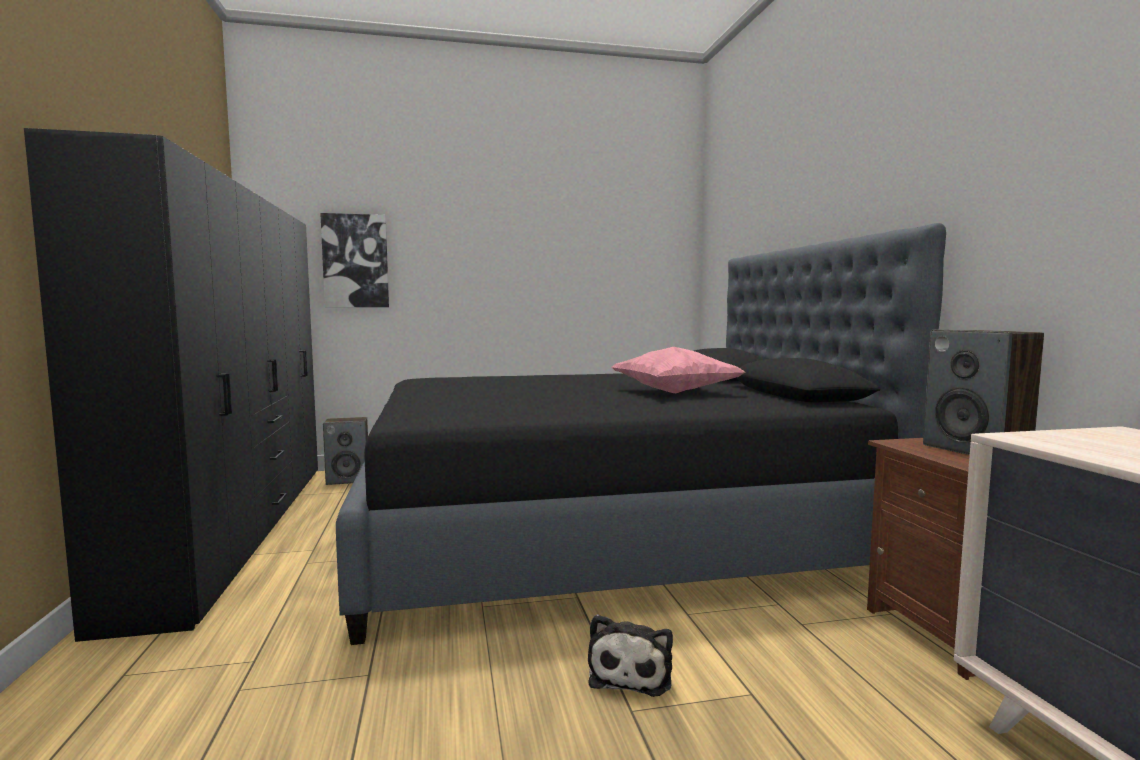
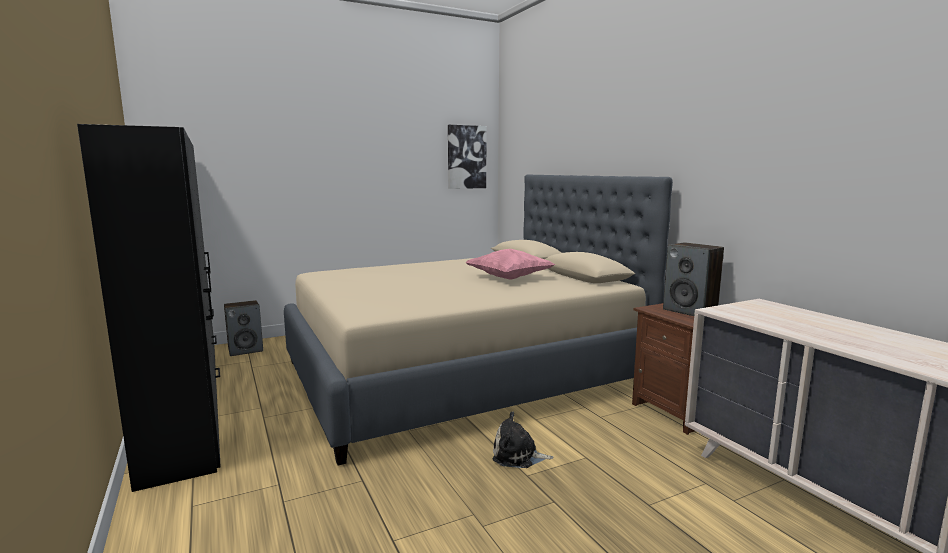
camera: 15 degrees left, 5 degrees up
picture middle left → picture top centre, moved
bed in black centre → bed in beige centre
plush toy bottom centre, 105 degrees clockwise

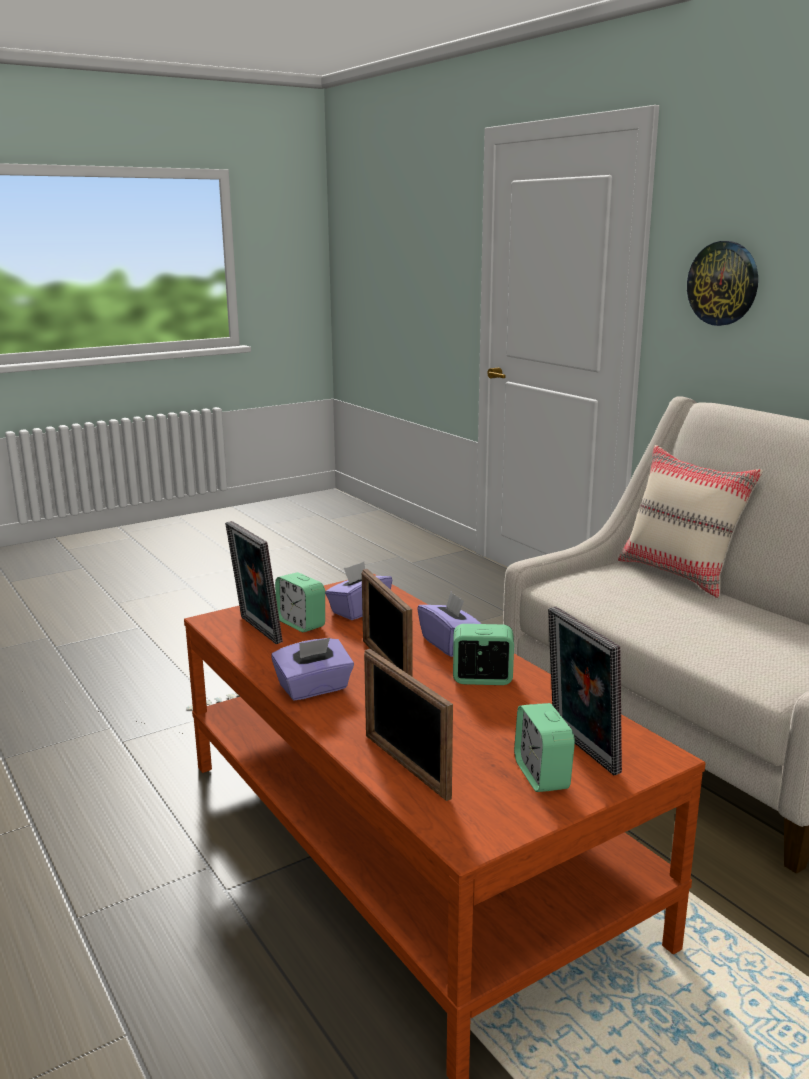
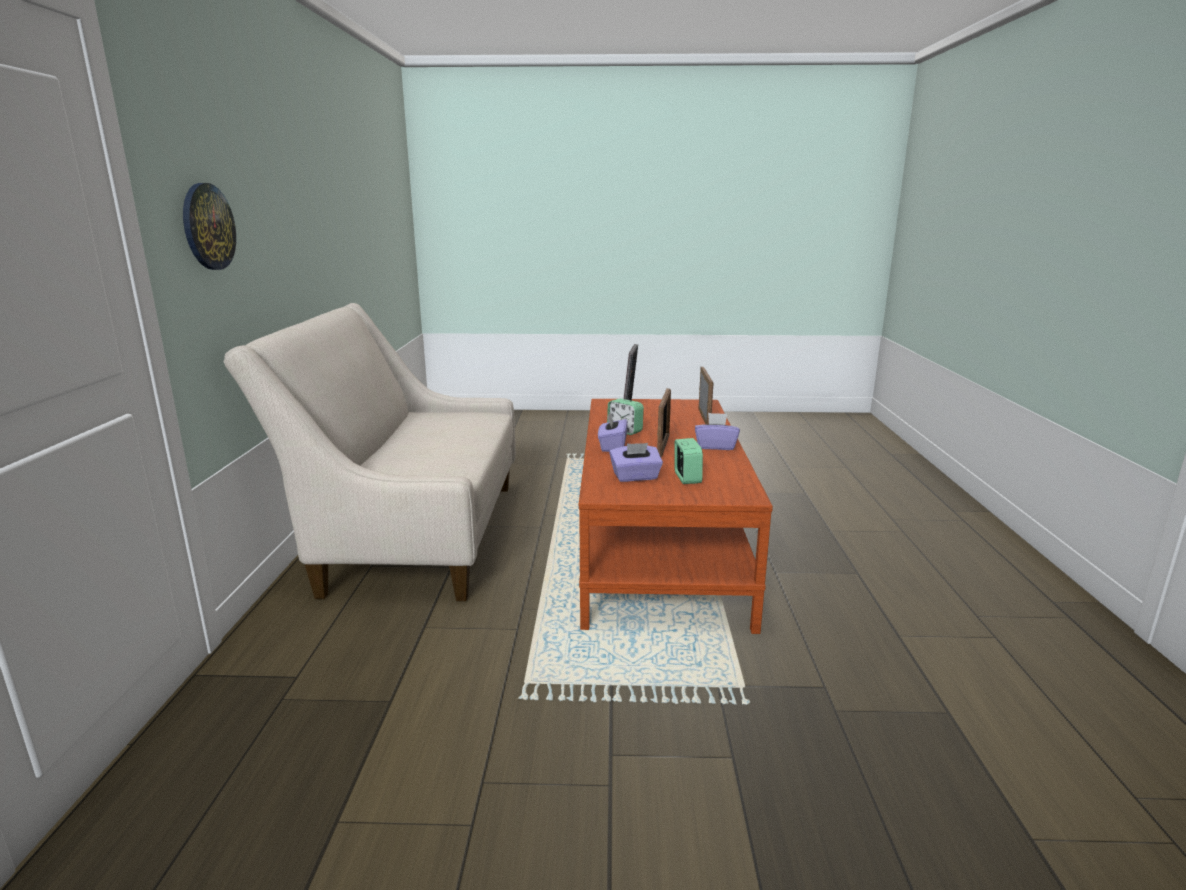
camera: 145 degrees left, 0 degrees up
picture frame (1st from left) middle left → -
alarm clock (3rd from left) bottom right → -
pillow in beige middle right → -

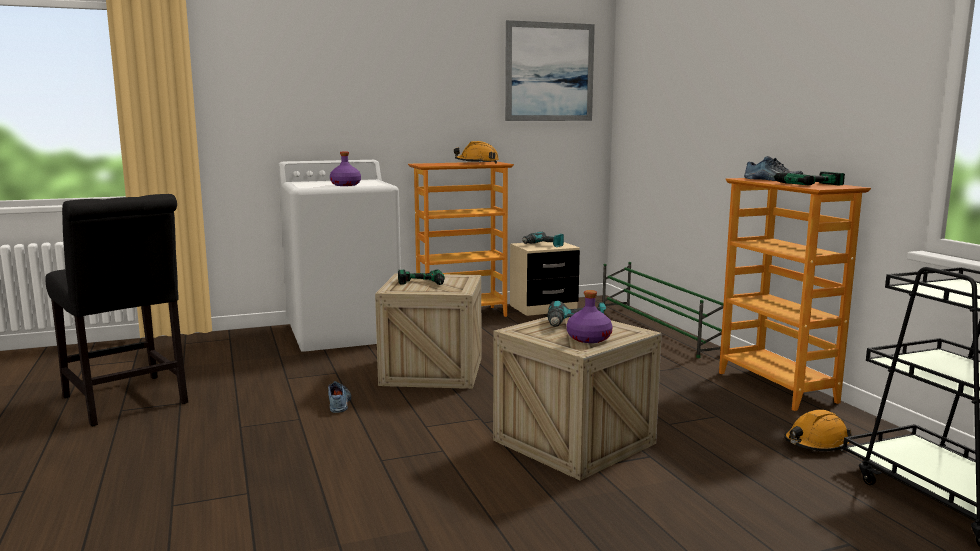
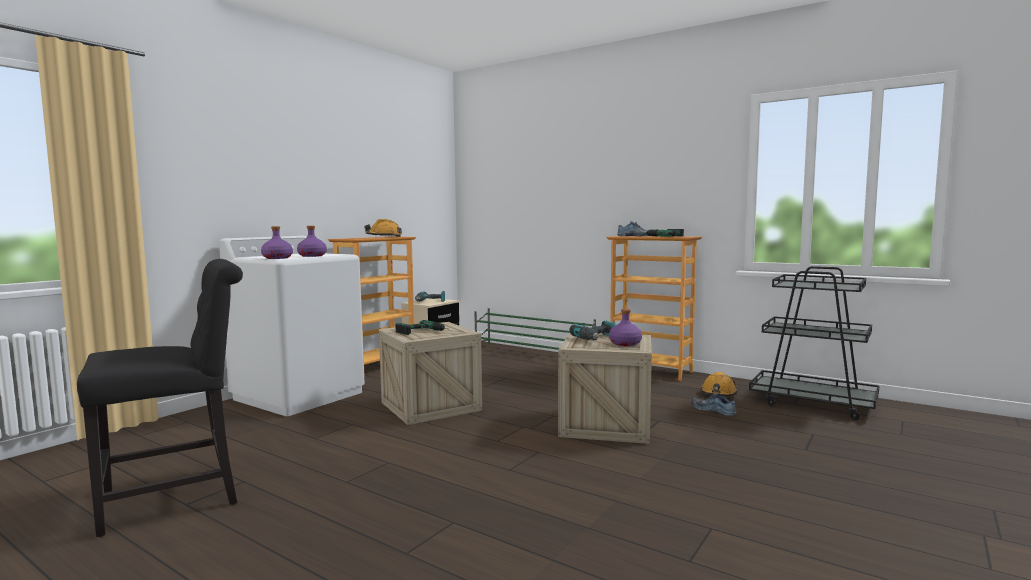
camera: 35 degrees left, 5 degrees down
chair in black middle left → chair in black bottom left, 45 degrees counterclockwise
shoe (1st from left in the first image) bottom centre → shoe (2nd from left) bottom right, moved
picture top centre → -
- → bottle in purple (1st from left) middle left

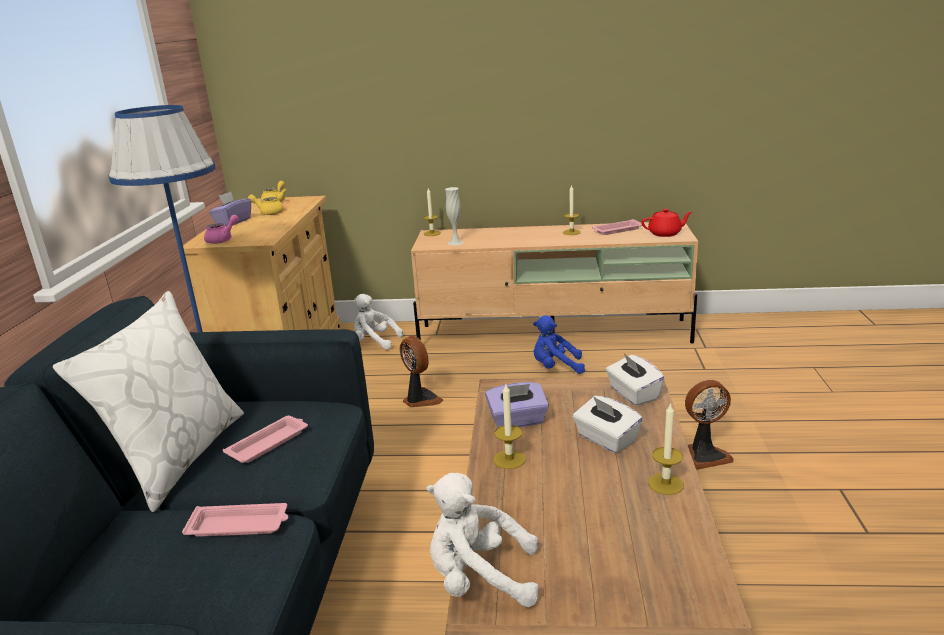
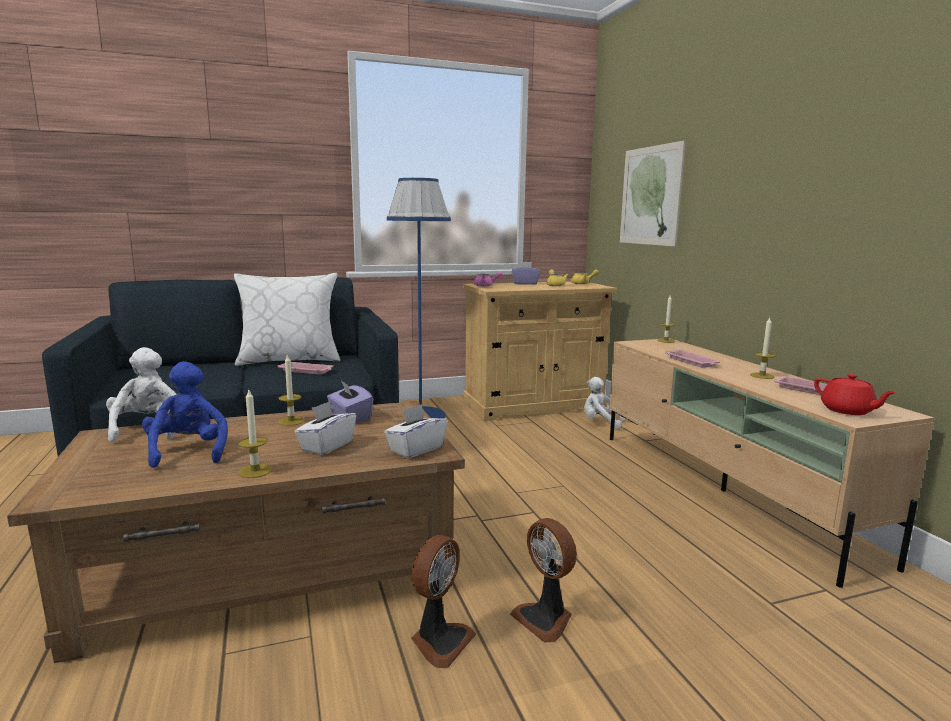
camera: 65 degrees right, 10 degrees down
tray in pink (1st from left in the first image) bottom left → tray in pink (2nd from left) middle right, moved
plush toy in white (1st from left in the first image) centre → plush toy in white (2nd from left) centre, 60 degrees counterclockwise
fan (1st from left) centre → fan (1st from left) bottom centre, moved
vase in white centre → -
plush toy in blue centre → plush toy in blue middle left, moved
- → picture top right

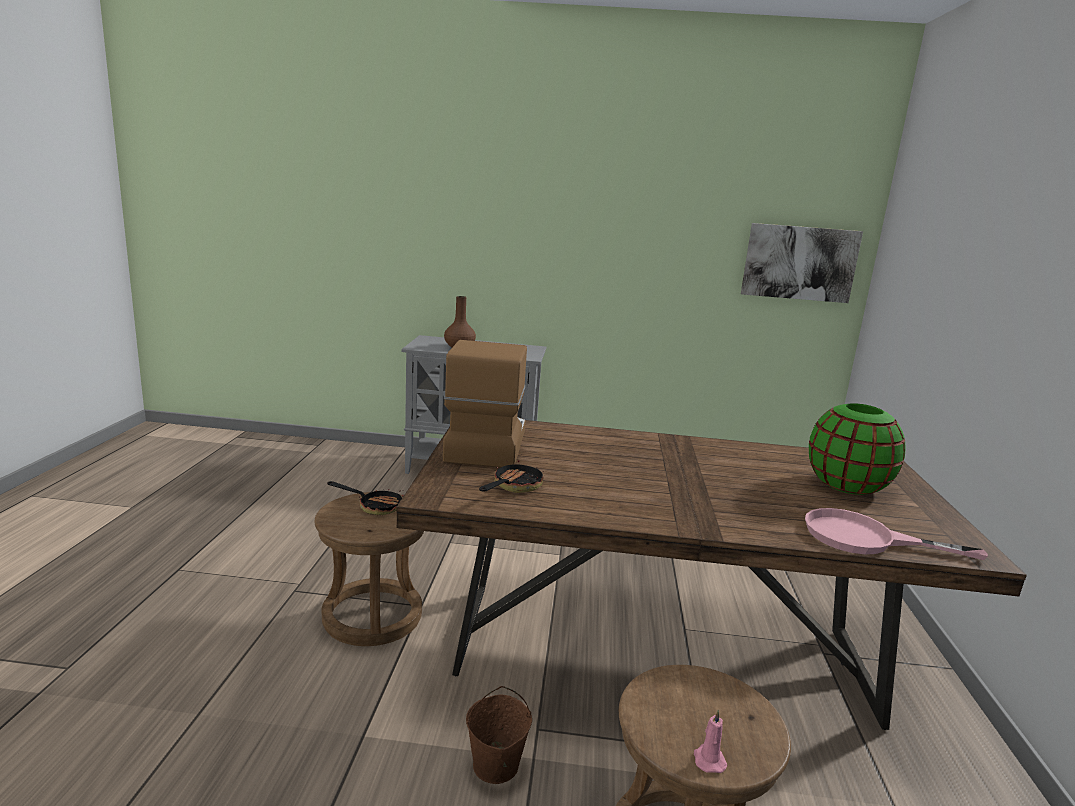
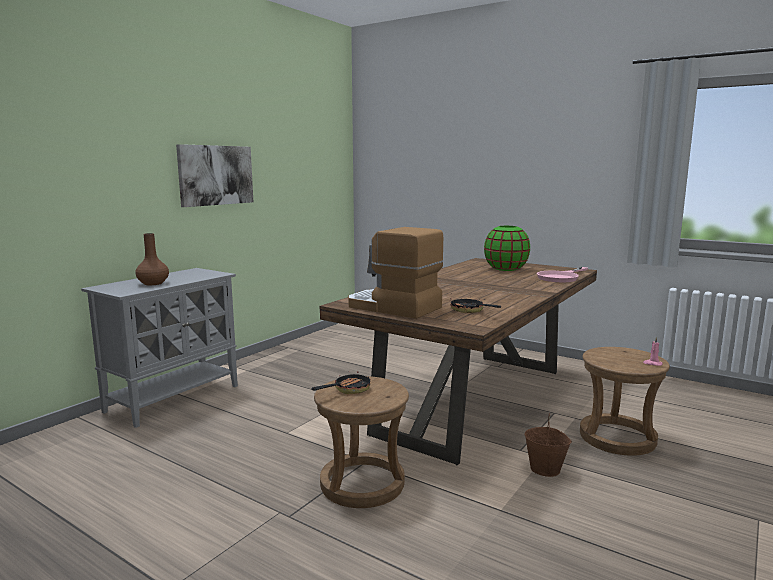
camera: 60 degrees left, 5 degrees down
picture top right → picture top left, moved

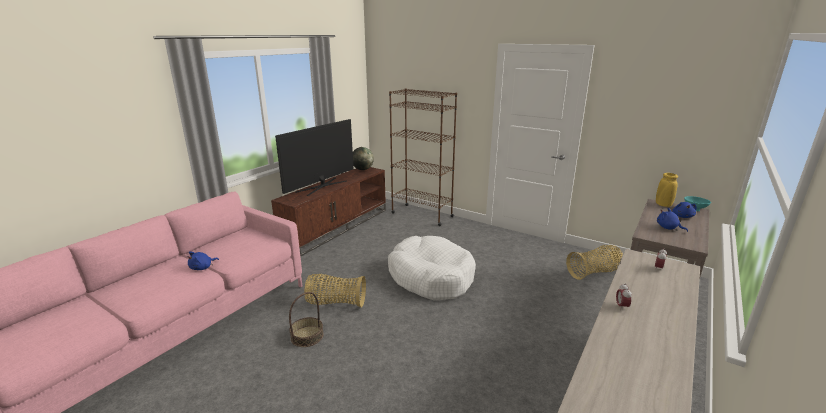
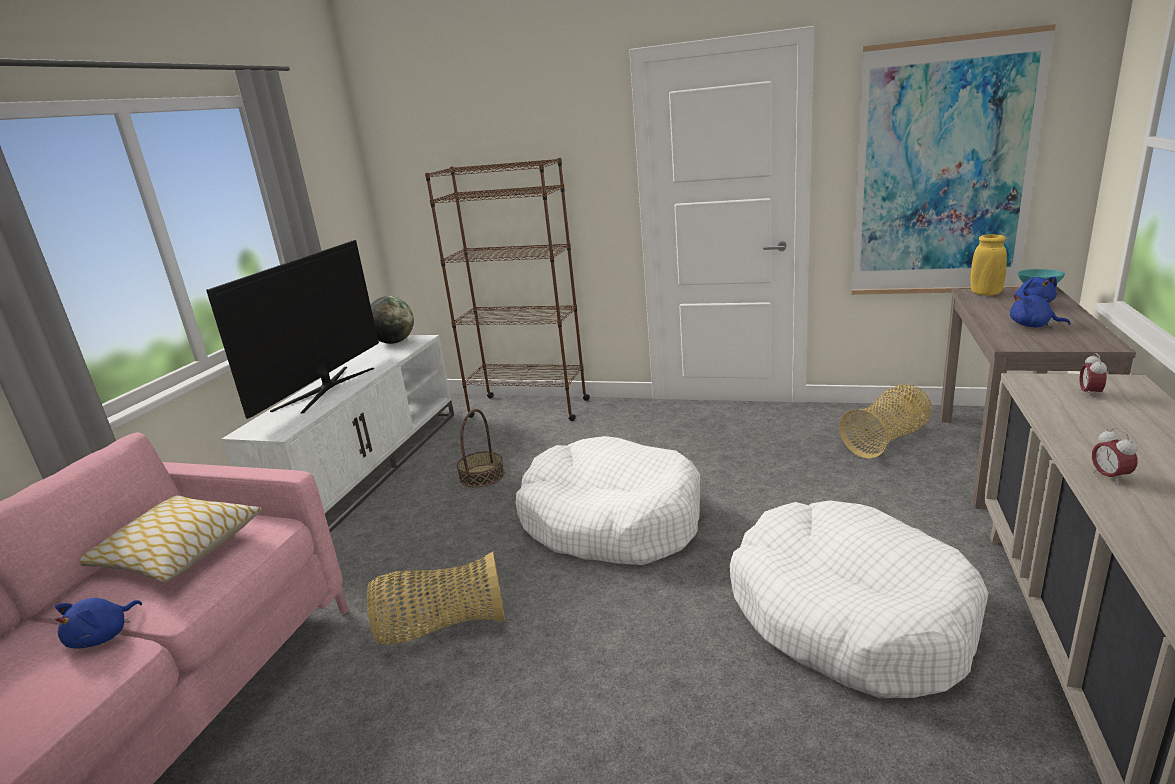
camera: 15 degrees left, 0 degrees up
tv stand in brown centre → tv stand in white middle left
basket (1st from left in the first image) bottom centre → basket (2nd from left) centre, moved
- → pillow bottom left
- → dog bed in white (2nd from left) bottom right
- → picture top right

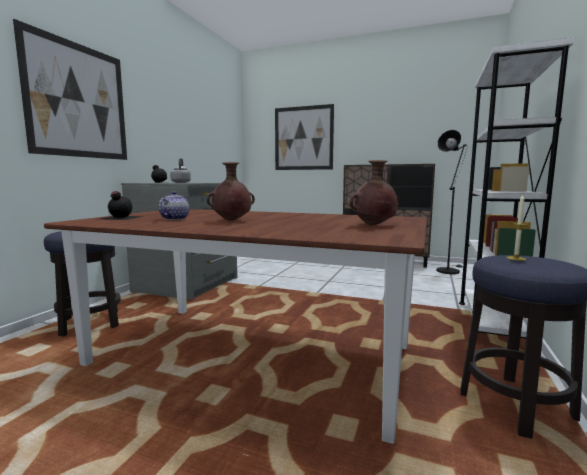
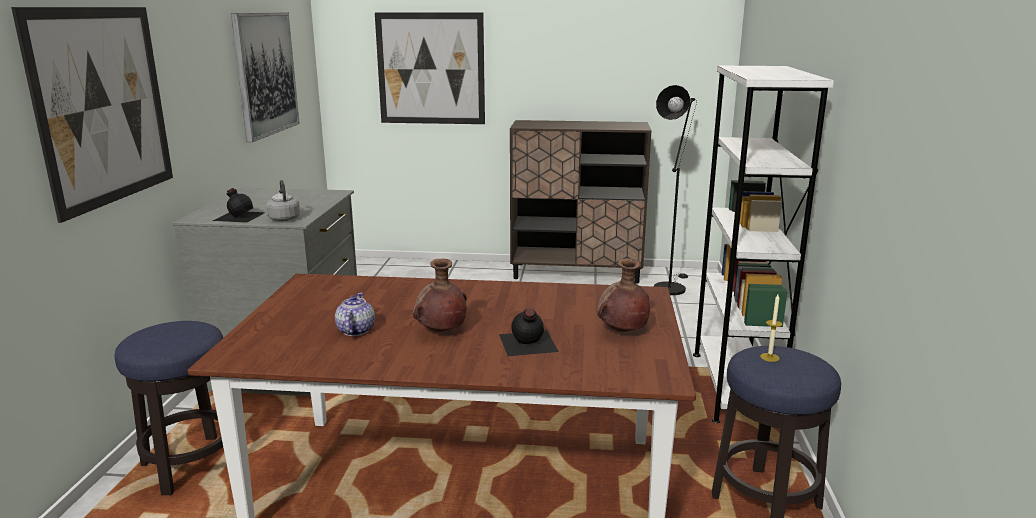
camera: 15 degrees left, 10 degrees up
bottle in black (1st from left in the first image) middle left → bottle in black (2nd from left) centre, moved
- → picture (2nd from left) top left

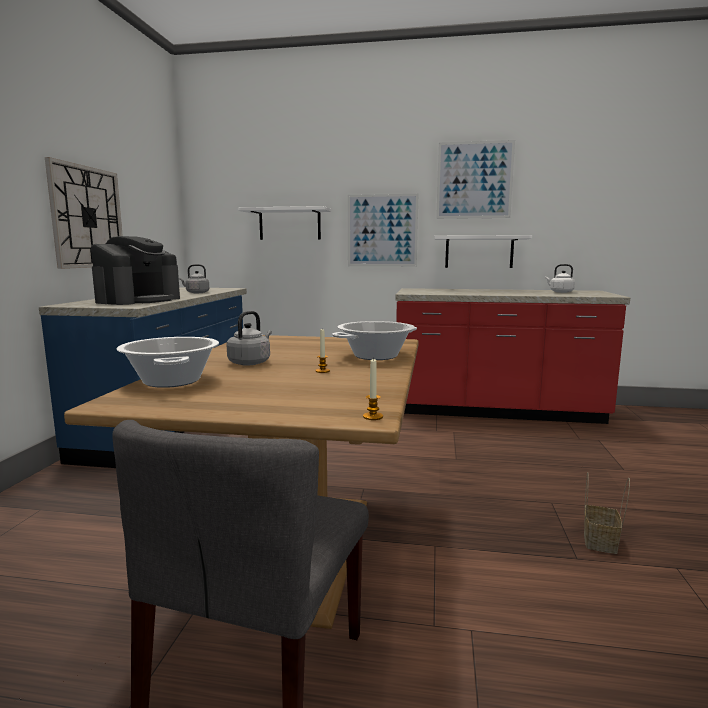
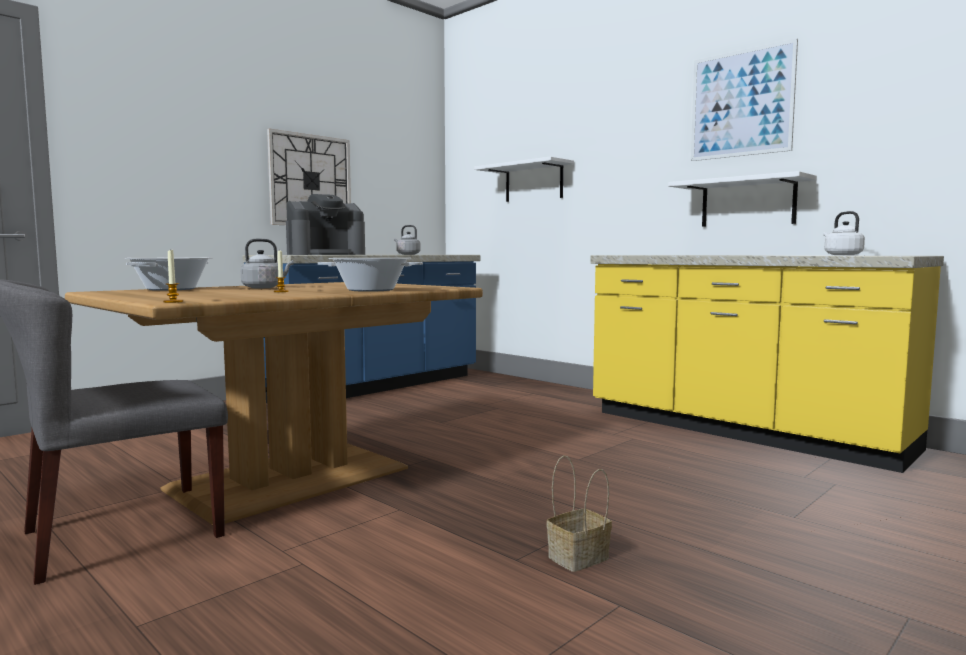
camera: 35 degrees right, 5 degrees down
picture (1st from left) top centre → -
counter in red middle right → counter in yellow middle right

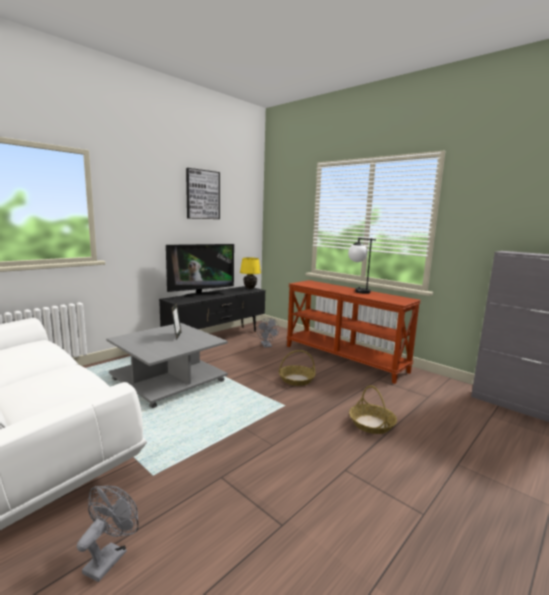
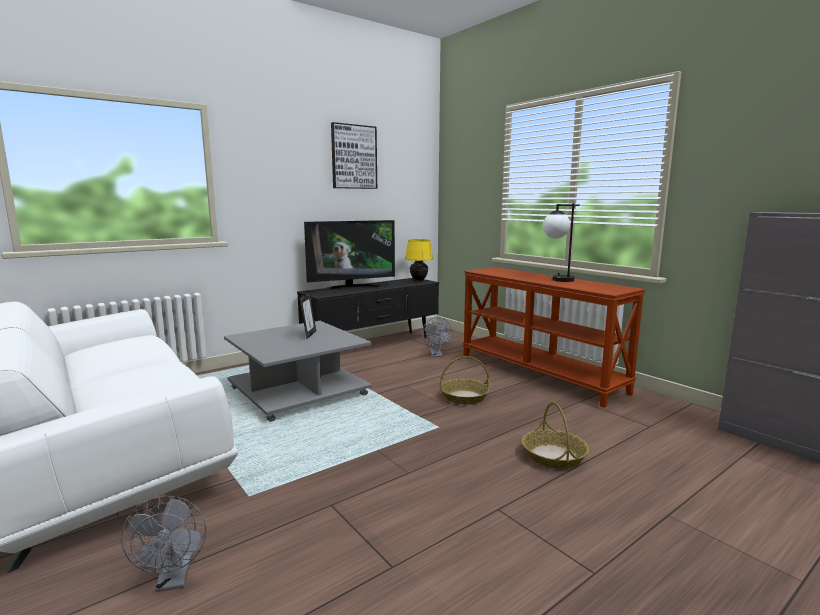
camera: 10 degrees right, 0 degrees up
fan in grey (1st from left) bottom left, 135 degrees clockwise

